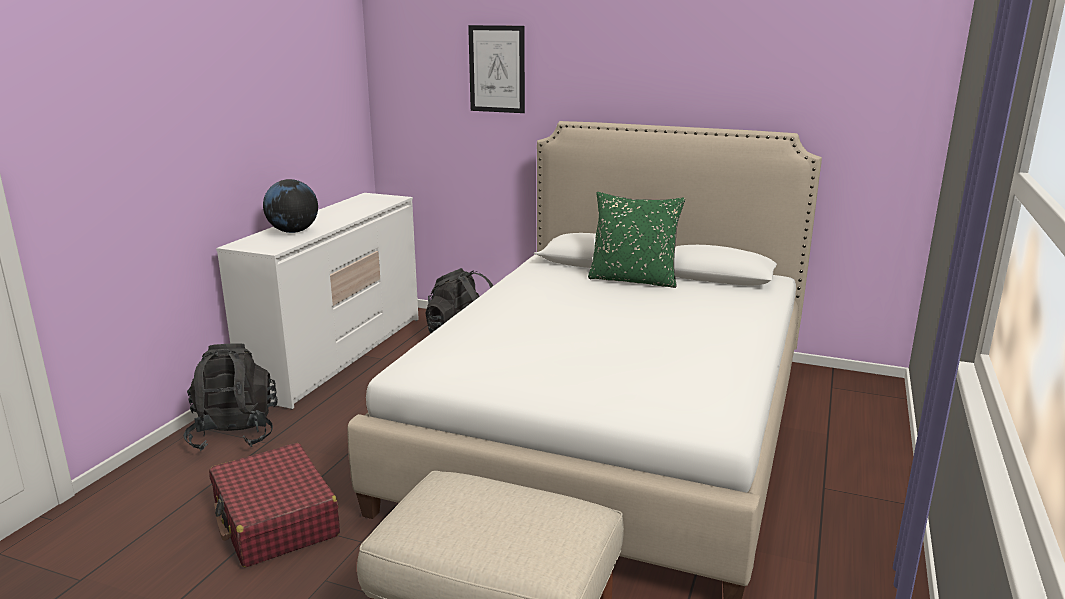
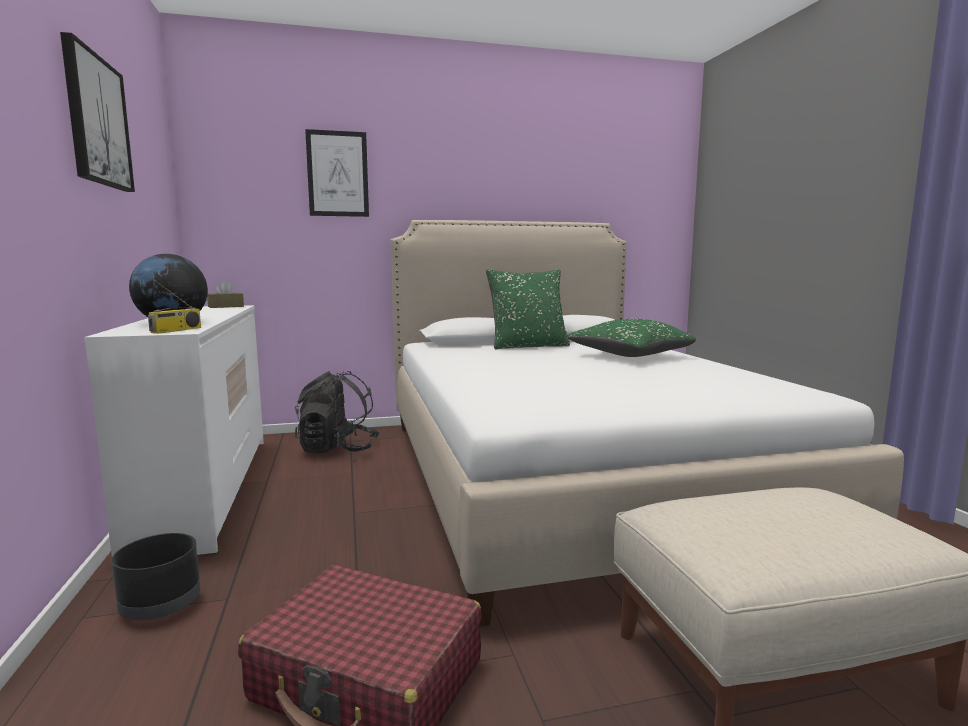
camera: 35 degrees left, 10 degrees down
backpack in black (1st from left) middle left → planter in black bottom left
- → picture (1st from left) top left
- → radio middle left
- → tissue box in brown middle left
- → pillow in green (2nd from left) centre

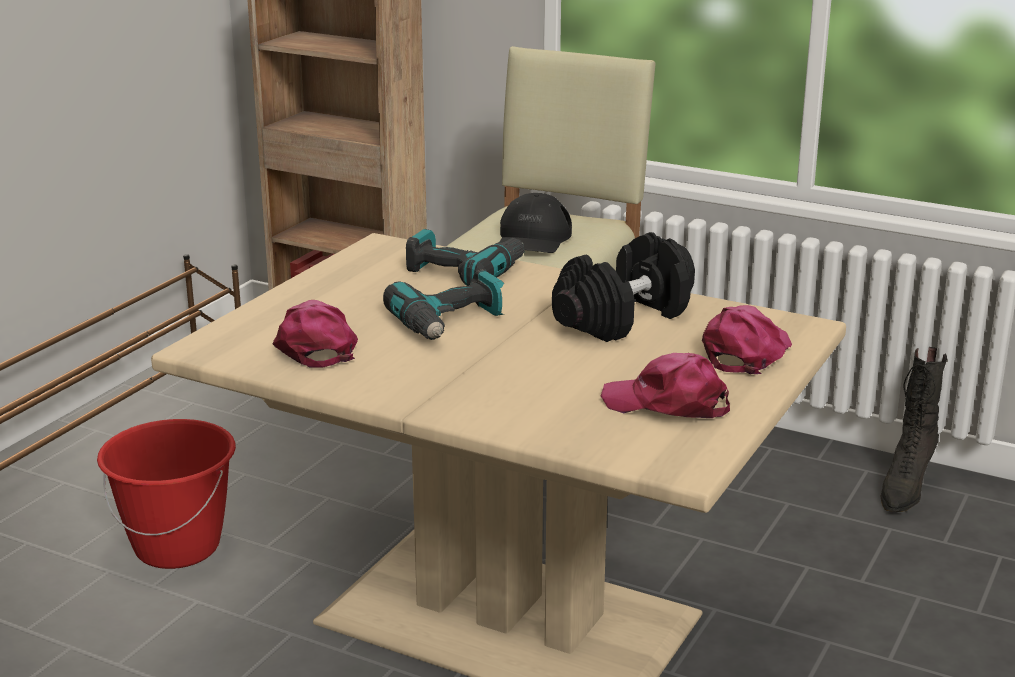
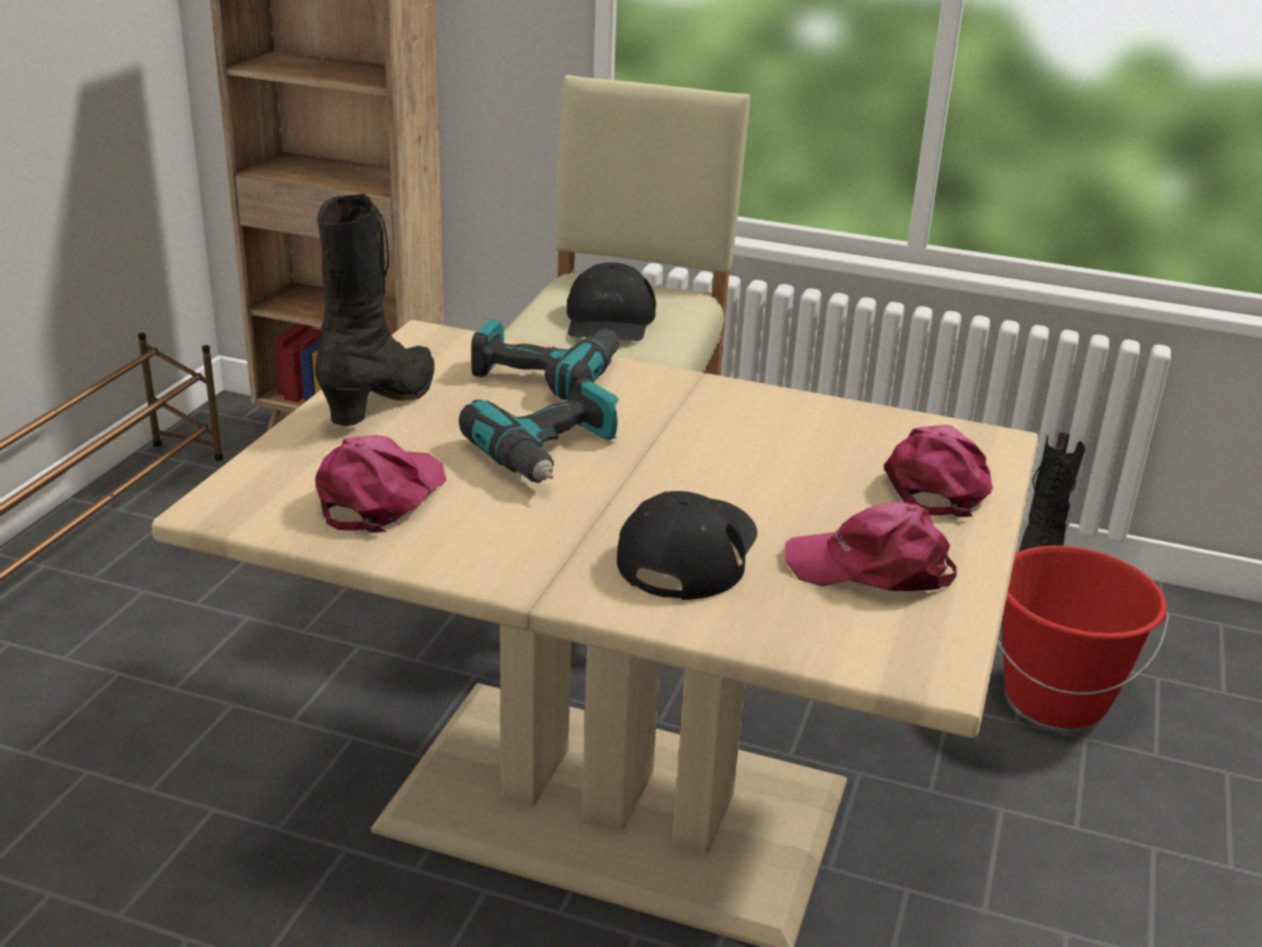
camera: 10 degrees left, 5 degrees up
bucket in red bottom left → bucket in red bottom right, moved
cap in pink (1st from left) middle left, 45 degrees clockwise
dumbbell in black centre → -
- → boot in black (1st from left) top left
- → cap in black (2nd from left) centre

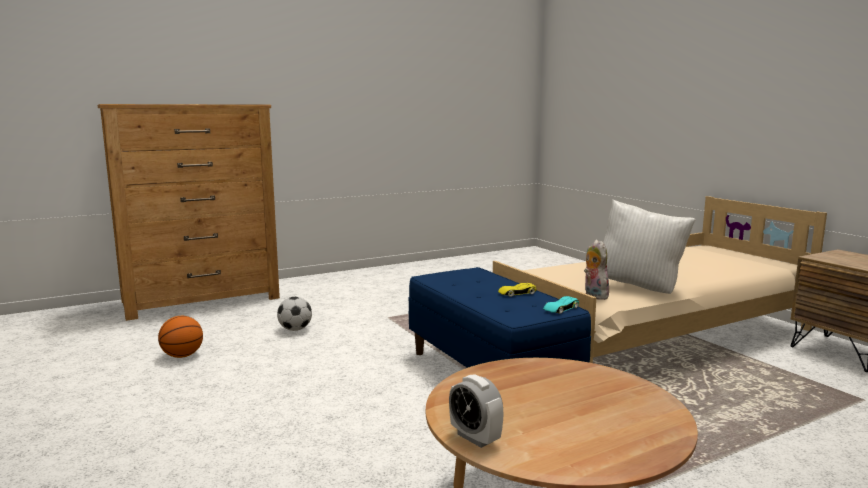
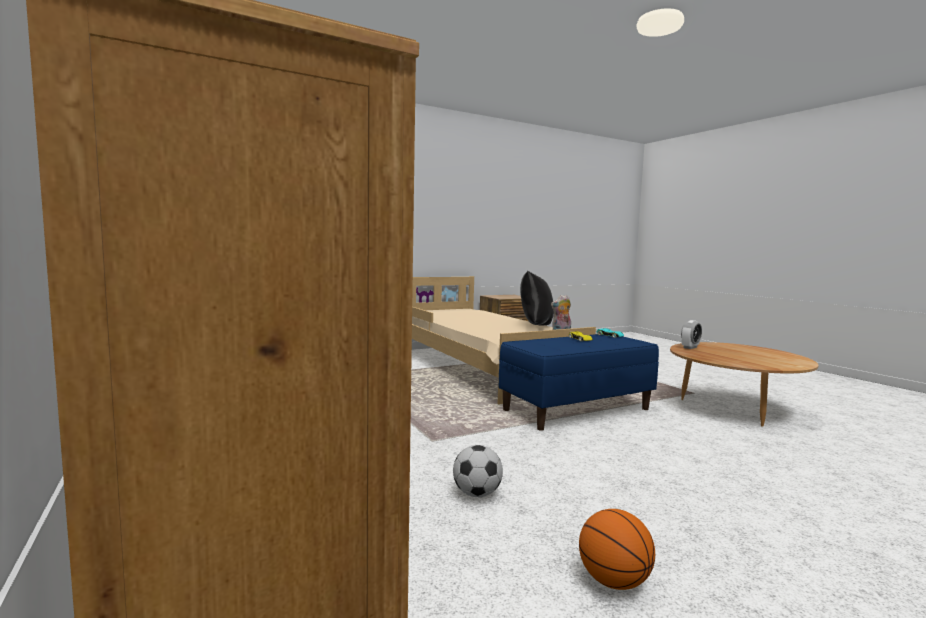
camera: 90 degrees left, 5 degrees down
alarm clock bottom centre → alarm clock middle right, moved
pillow in white middle right → pillow in black centre

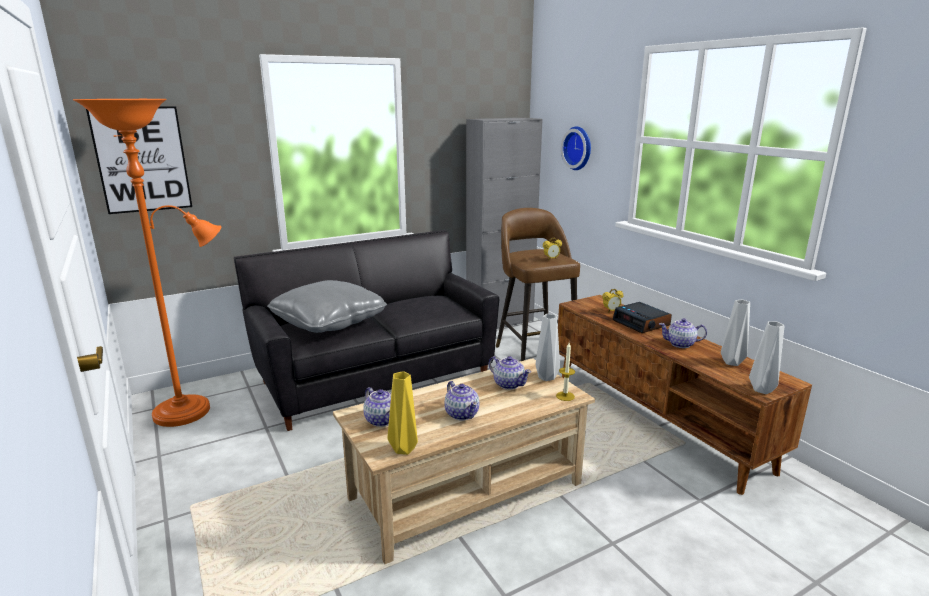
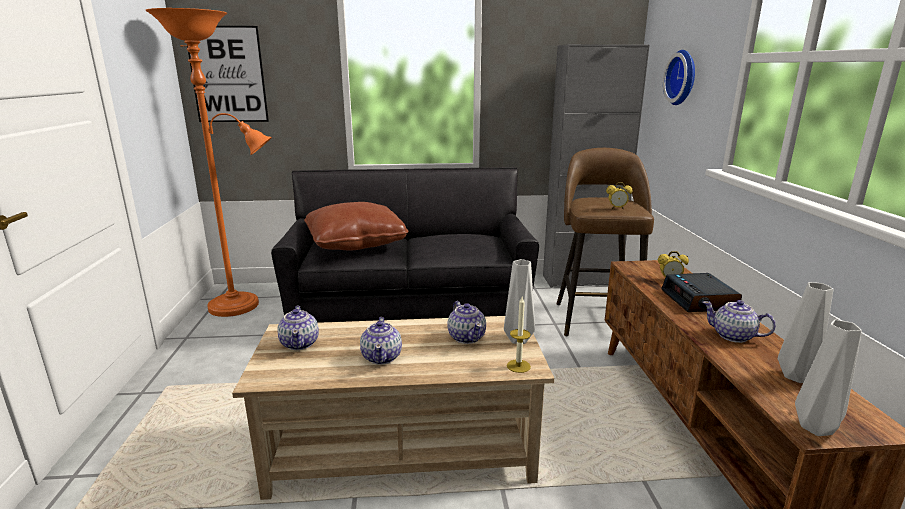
camera: 25 degrees right, 0 degrees up
pillow in grey centre → pillow in brown centre
vase in yellow bottom centre → -

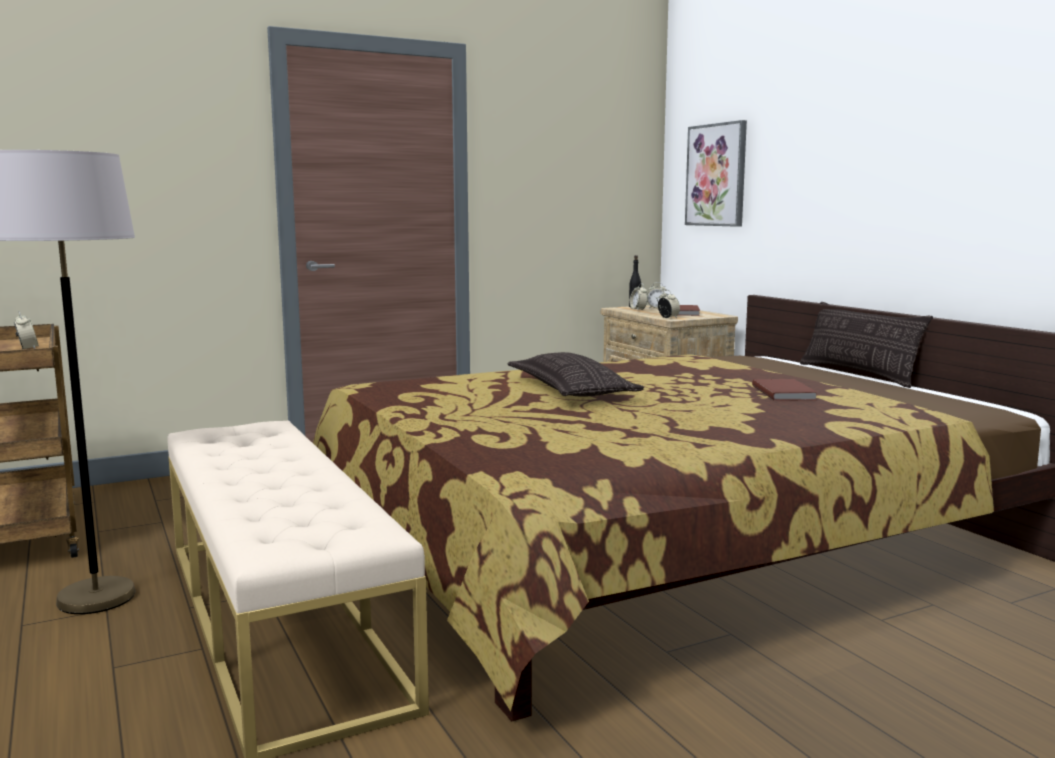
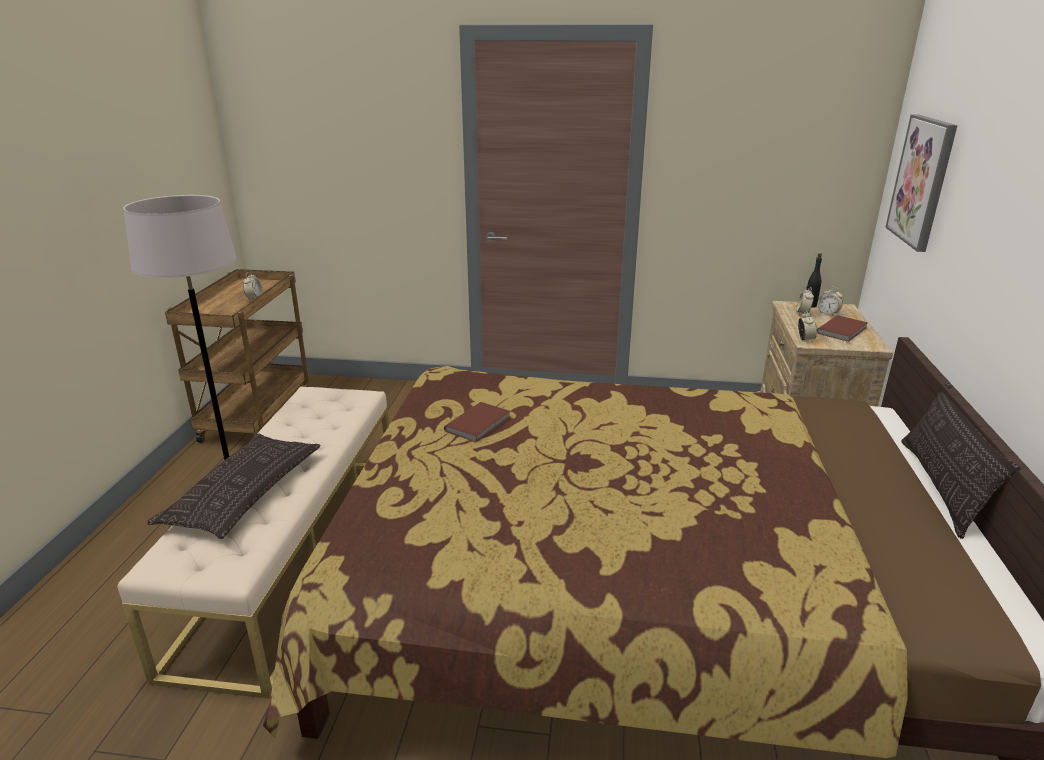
camera: 35 degrees right, 15 degrees up
pillow (1st from left) centre → pillow (1st from left) middle left, moved
book in brown (2nd from left in the first image) middle right → book in brown (1st from left) centre, moved

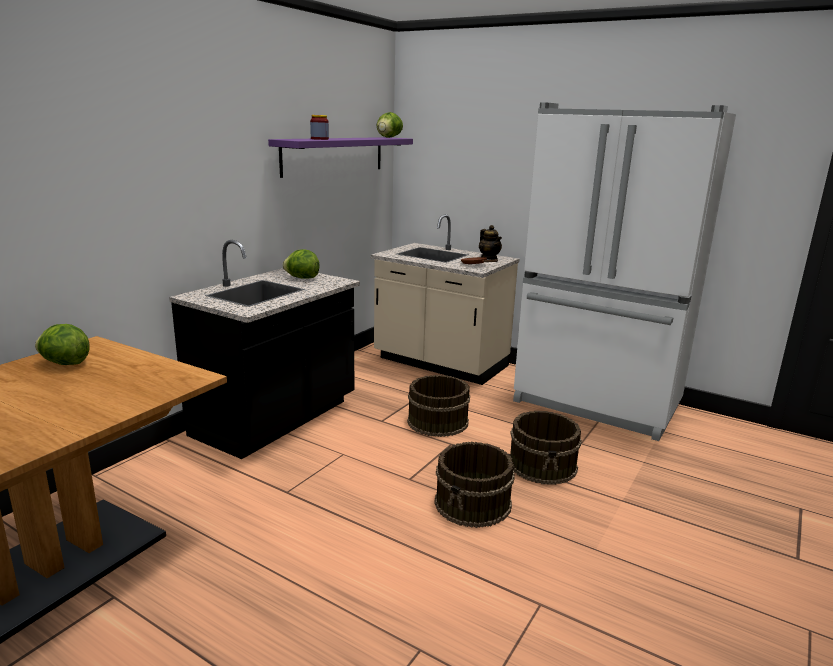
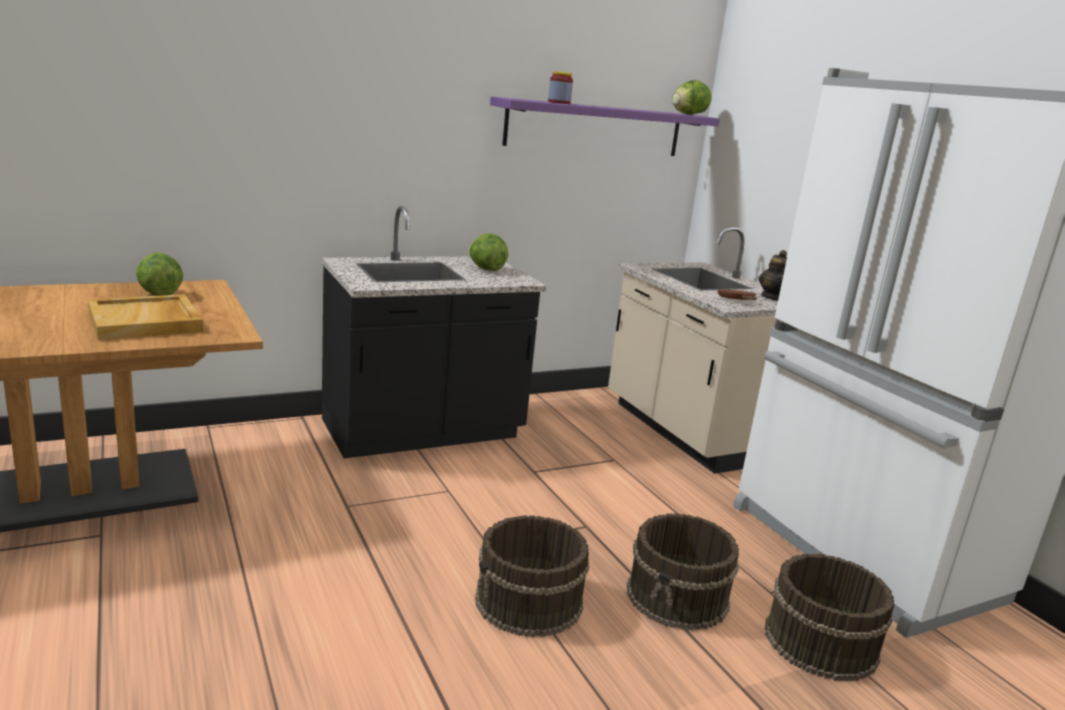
camera: 30 degrees right, 0 degrees up
bucket in brown (1st from left in the first image) centre → bucket in brown (3rd from left) bottom right, moved
- → tray in beige middle left

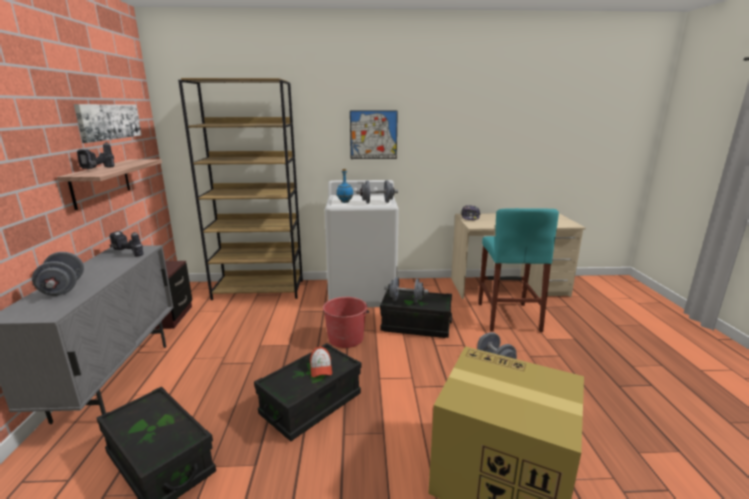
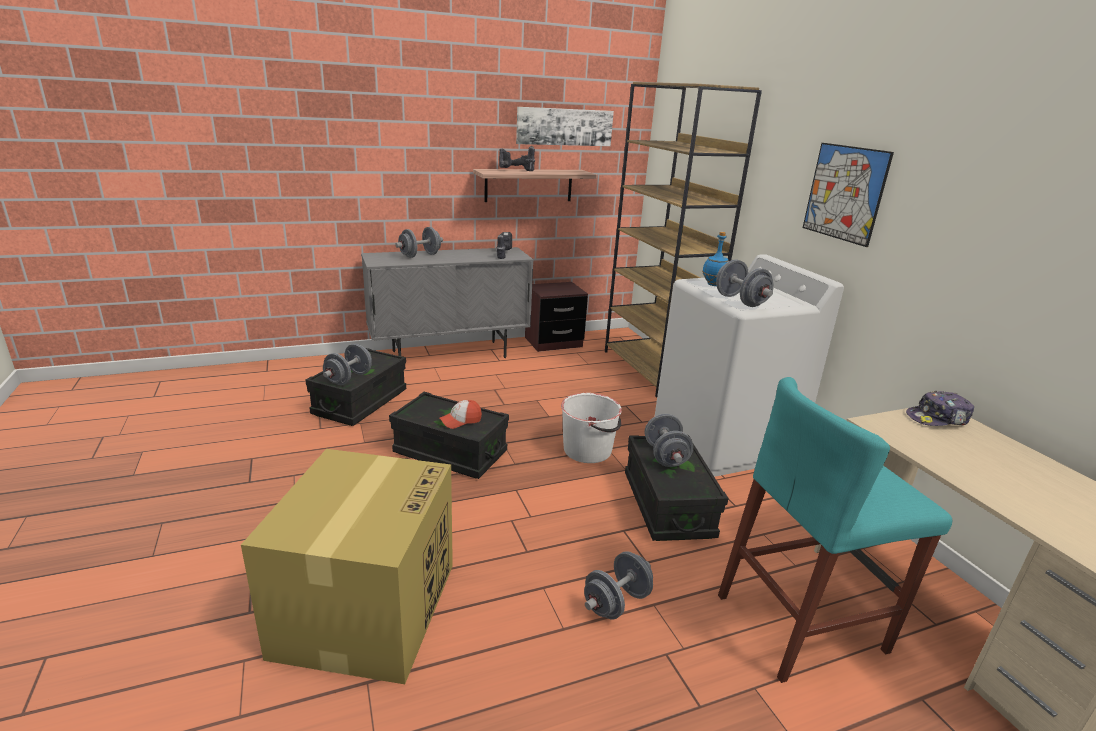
camera: 70 degrees right, 5 degrees up
bucket in red centre → bucket in white centre
- → dumbbell in grey (1st from left) middle left

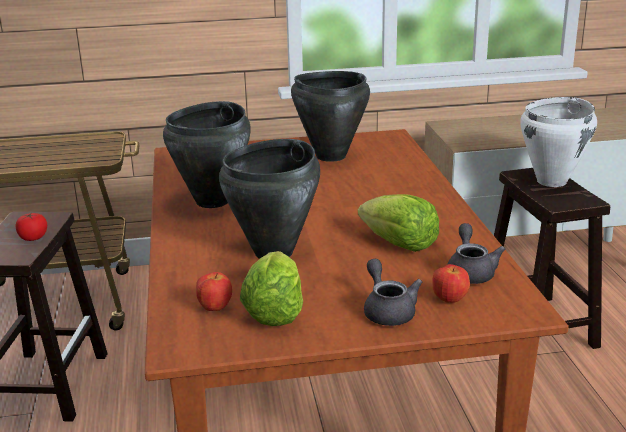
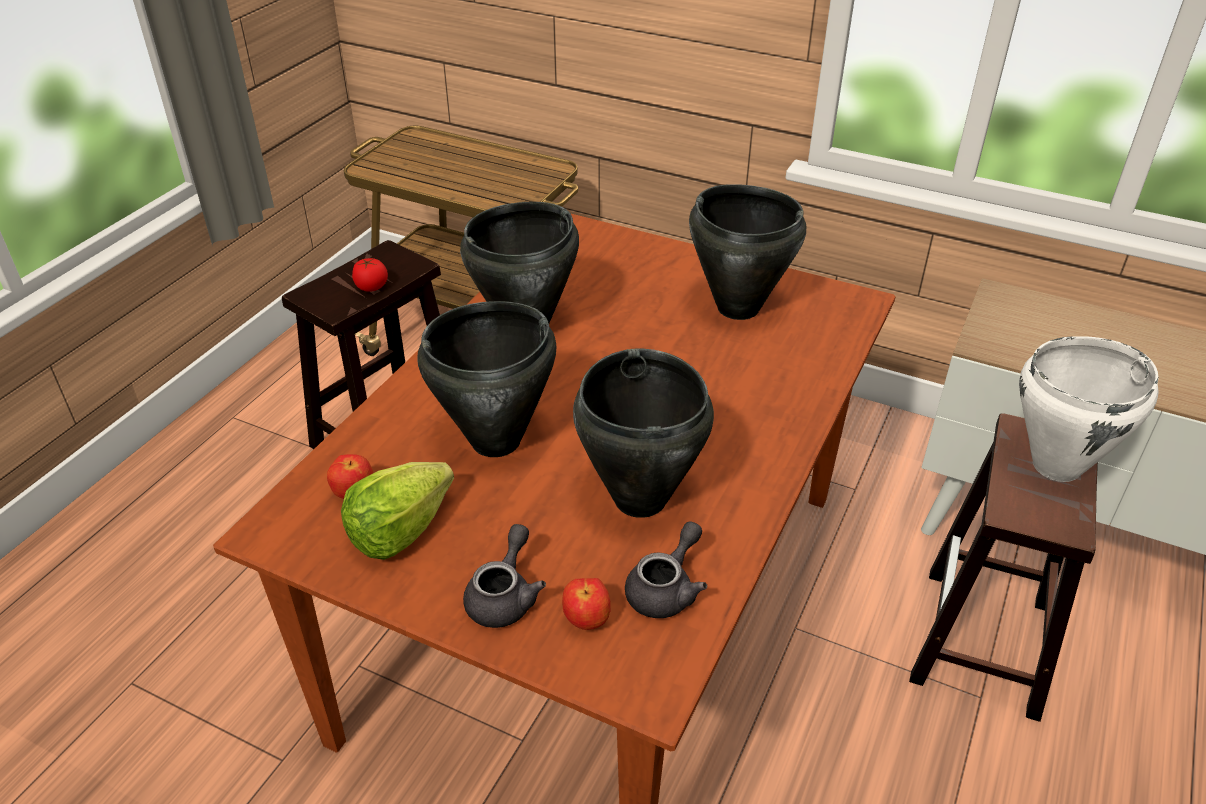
camera: 35 degrees right, 15 degrees up
lettuce (2nd from left) centre → cooking pot in black (3rd from left) centre

